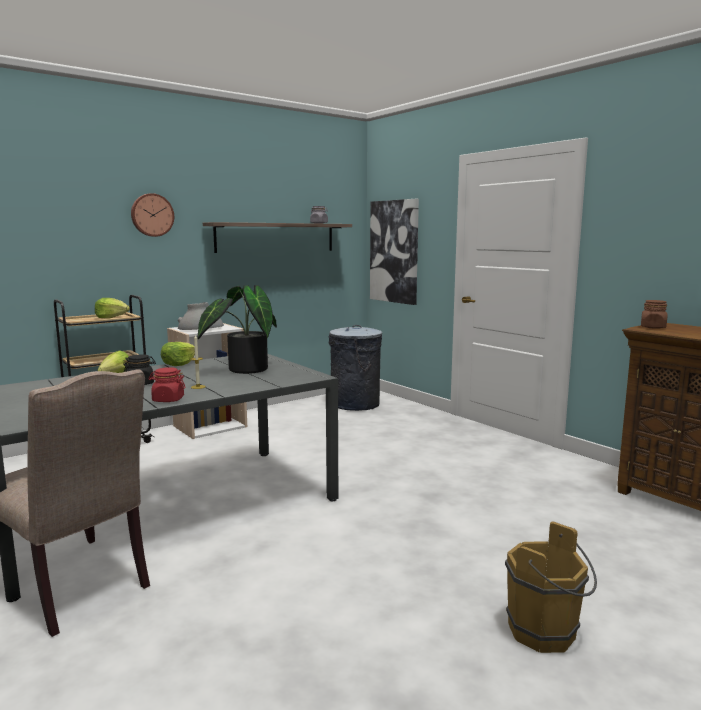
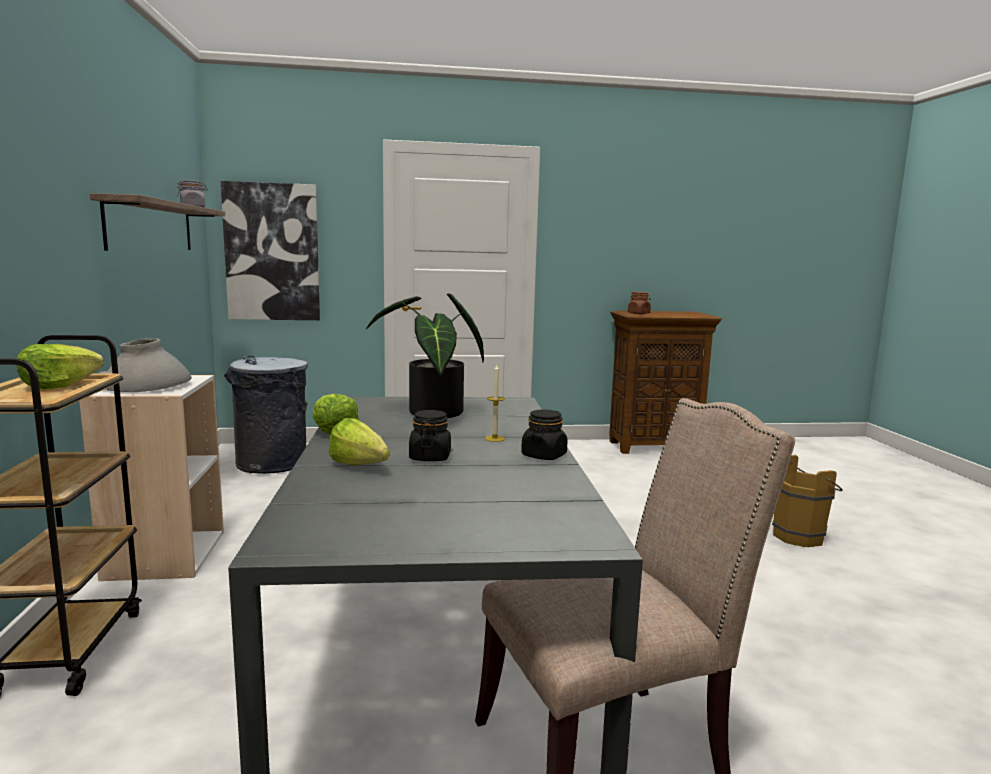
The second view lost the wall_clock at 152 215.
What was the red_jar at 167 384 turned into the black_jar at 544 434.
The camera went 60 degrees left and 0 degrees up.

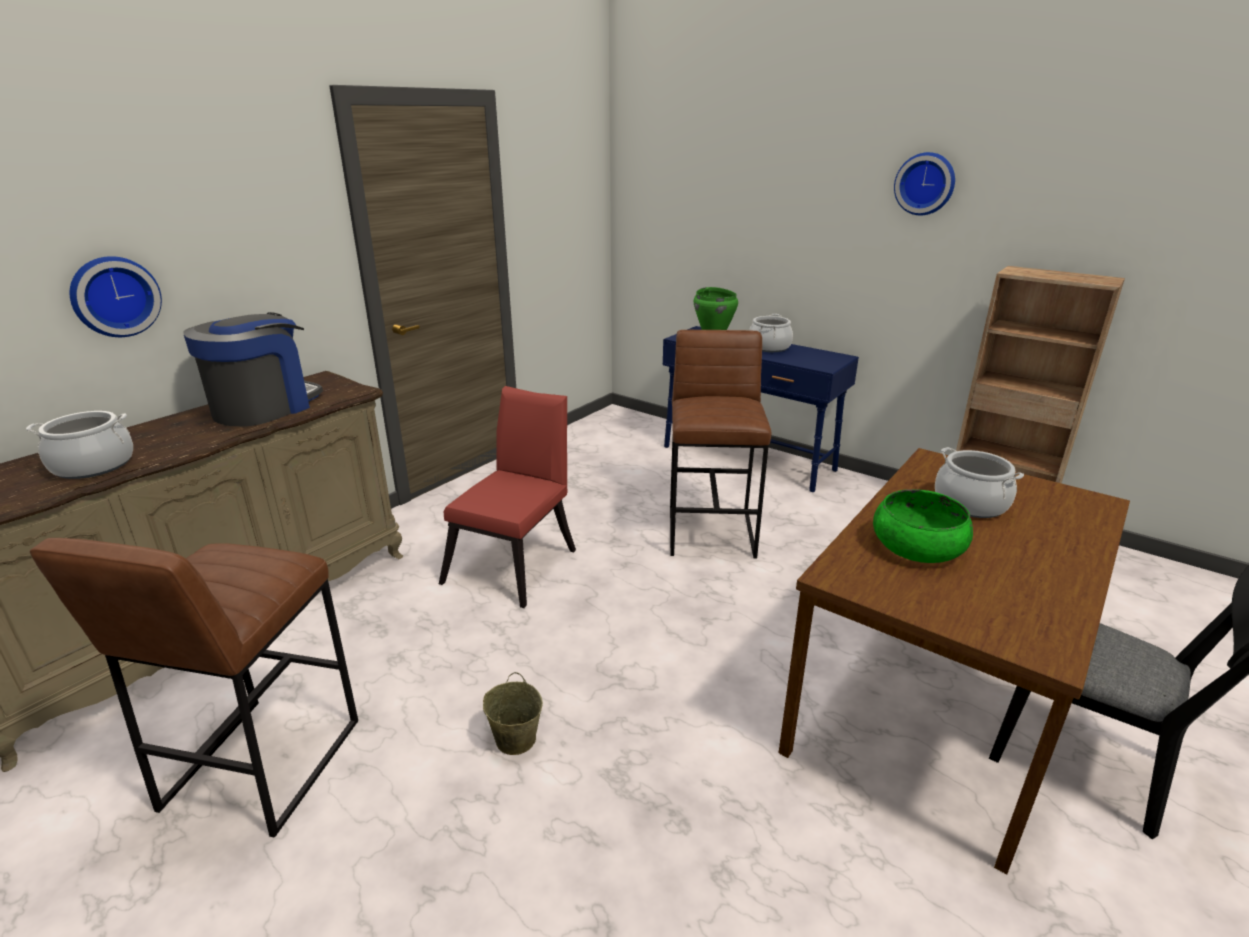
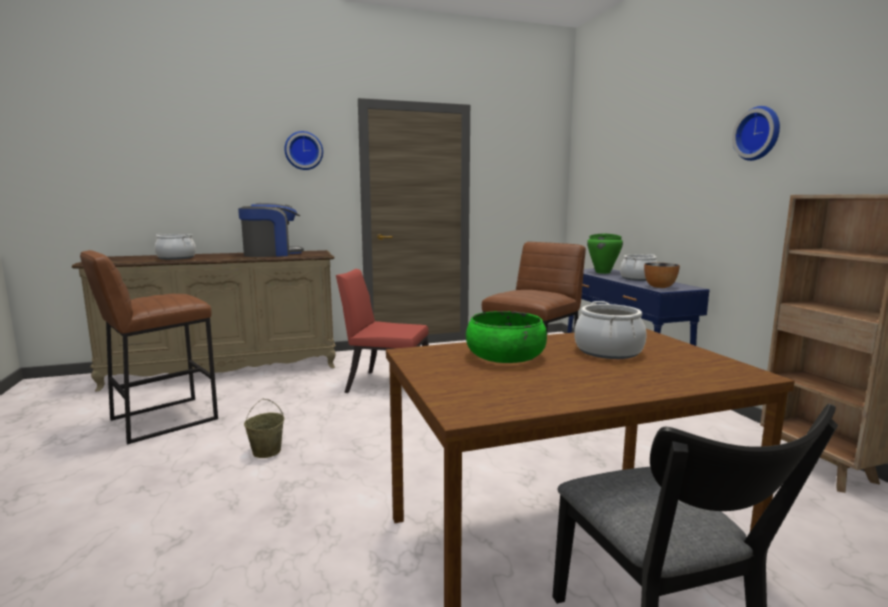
The second view gained the bowl at 662 275.
The wall_clock ended up elsewhere, having gone from 116 296 to 303 150.
The red_chair at 507 497 ended up facing another way, 135 degrees counterclockwise from before.
The camera went 35 degrees right and 15 degrees down.

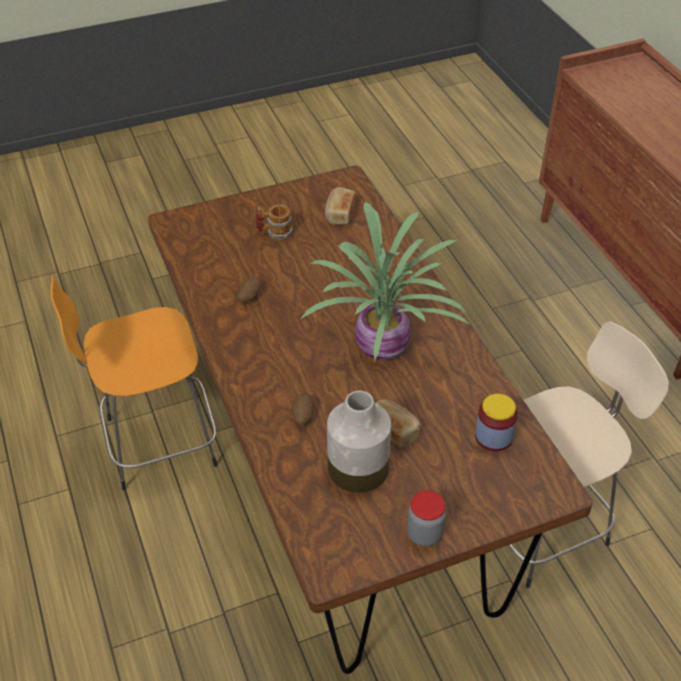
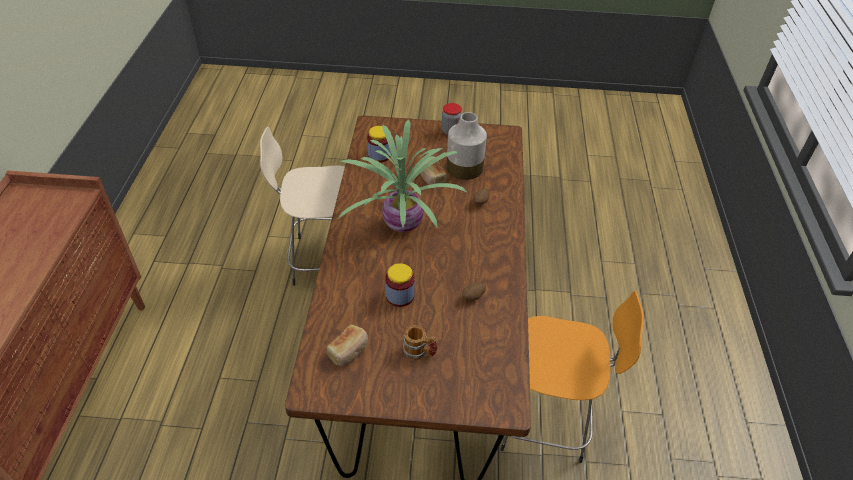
The second view gained the jar at 400 285.
The camera went 155 degrees left and 0 degrees up.

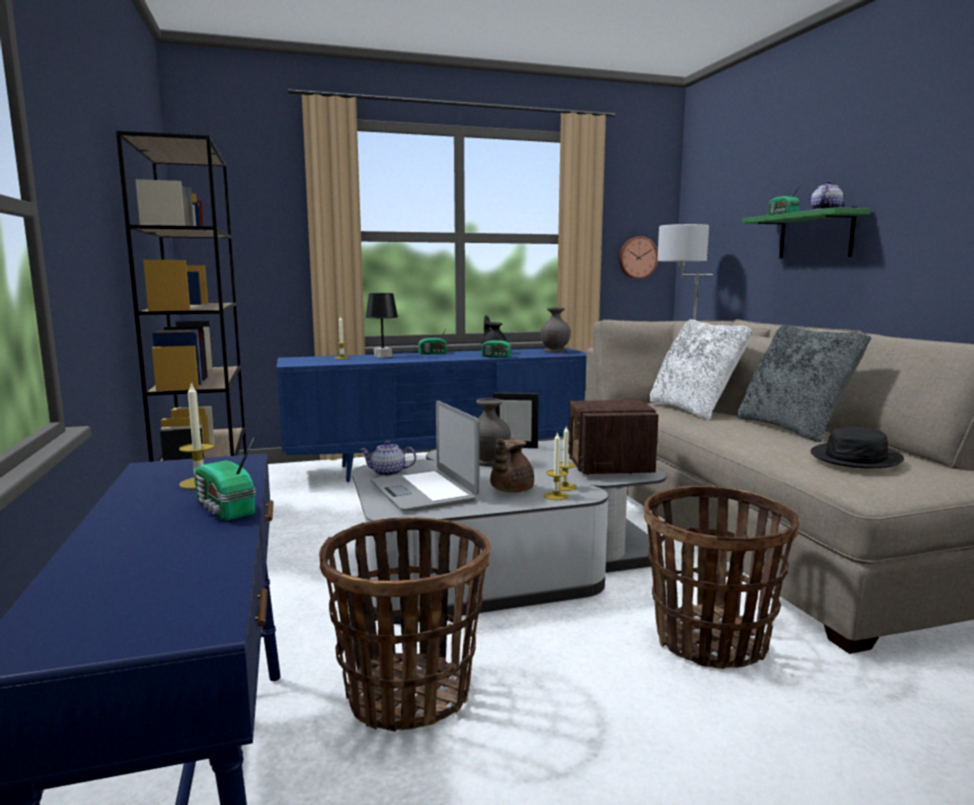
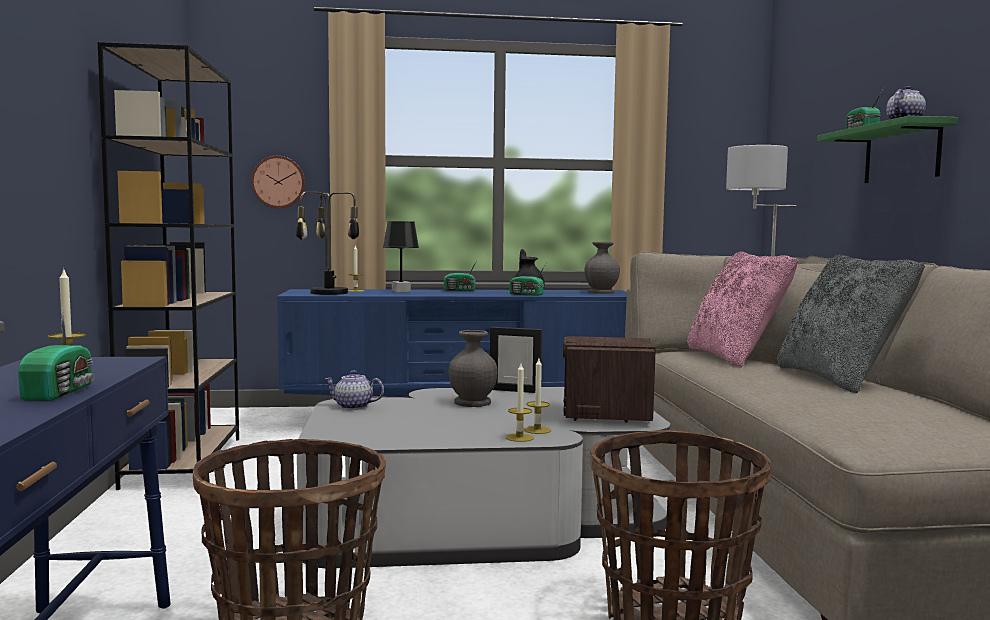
The second view lost the laptop at 424 456.
The second view lost the brown_teapot at 512 466.
The second view lost the black_hat at 857 447.
The second view gained the table_lamp at 327 243.
The wall_clock ended up elsewhere, having gone from 638 257 to 278 182.
What was the white_pillow at 701 369 turned into the pink_pillow at 742 309.
The radio at 225 479 ended up facing another way, 150 degrees counterclockwise from before.
The camera went 10 degrees right and 5 degrees down.

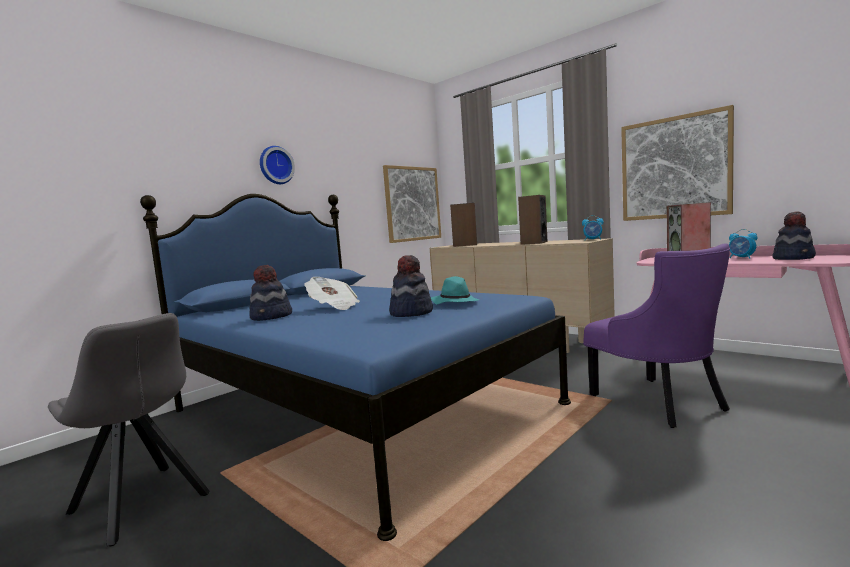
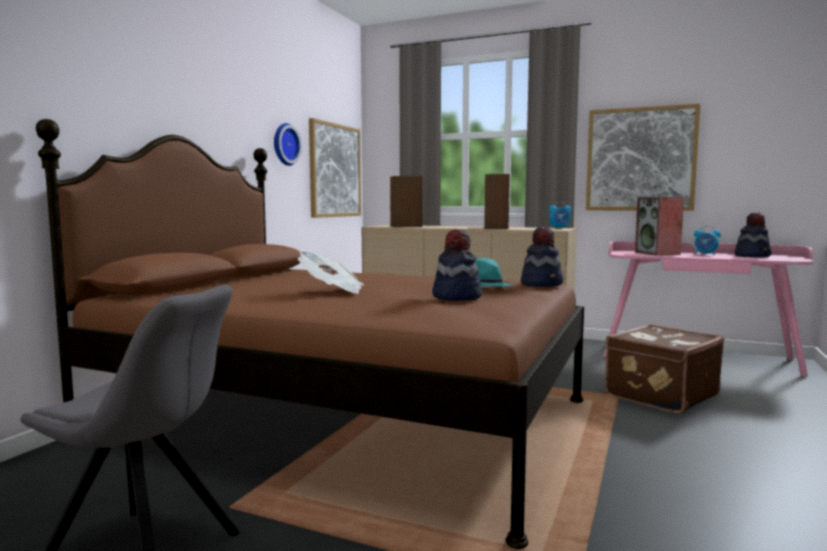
The hat ended up elsewhere, having gone from 270 293 to 542 256.
The wall_clock ended up elsewhere, having gone from 277 165 to 288 144.
Where the purple_chair stood at 656 335, the brown_suitcase came to stand at 664 369.
What was the blue_bed at 355 367 turned into the brown_bed at 310 334.
The camera went 20 degrees left and 0 degrees up.

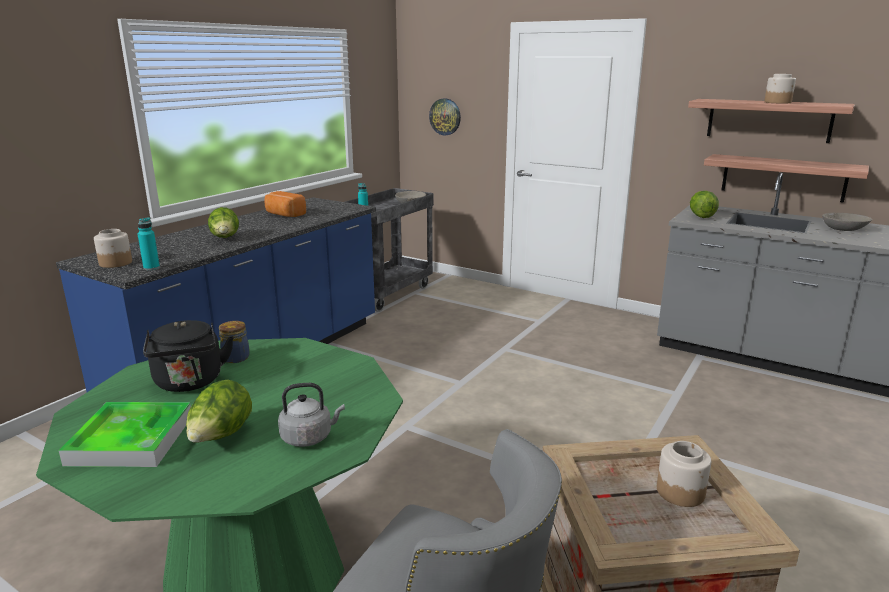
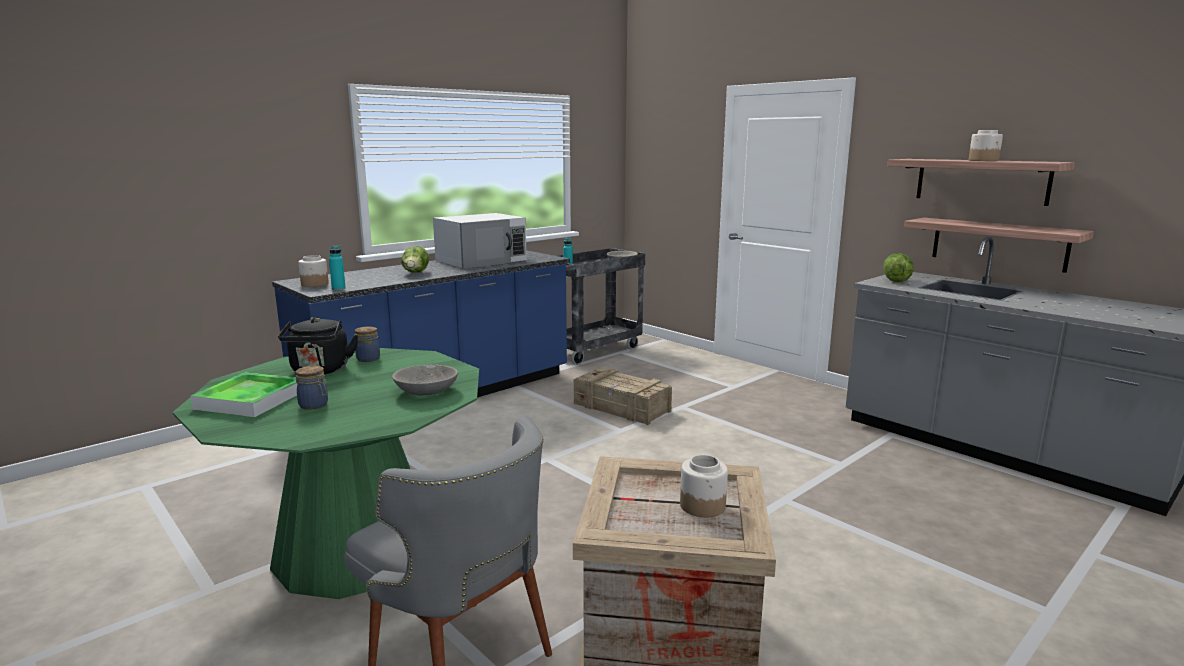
The second view lost the grey_kettle at 311 415.
The second view lost the wall_clock at 445 117.
The second view gained the crate at 623 396.
The grey_bowl ended up elsewhere, having gone from 847 221 to 425 380.
Where the lettuce stood at 219 411, the jar came to stand at 311 388.
Where the bread stood at 285 204, the white_microwave came to stand at 480 241.
The camera went 15 degrees right and 5 degrees down.

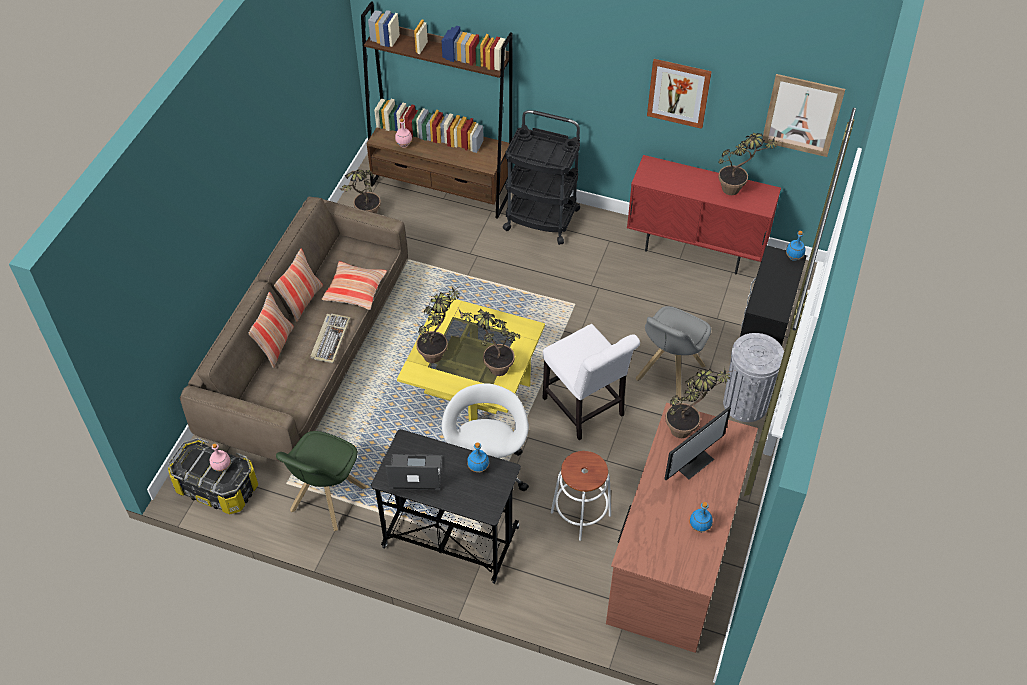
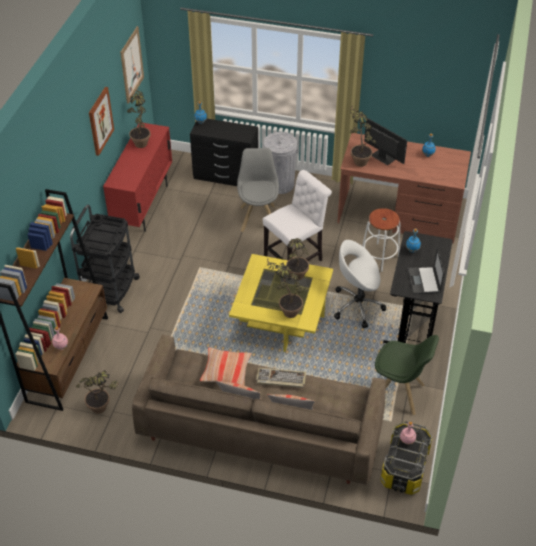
The grey_chair at 673 353 ended up facing another way, 120 degrees counterclockwise from before.
The camera went 95 degrees left and 5 degrees down.

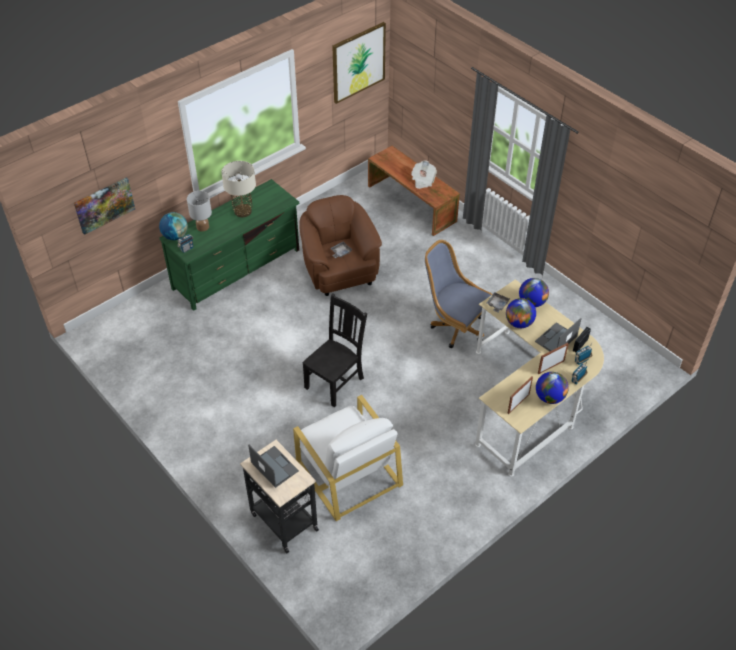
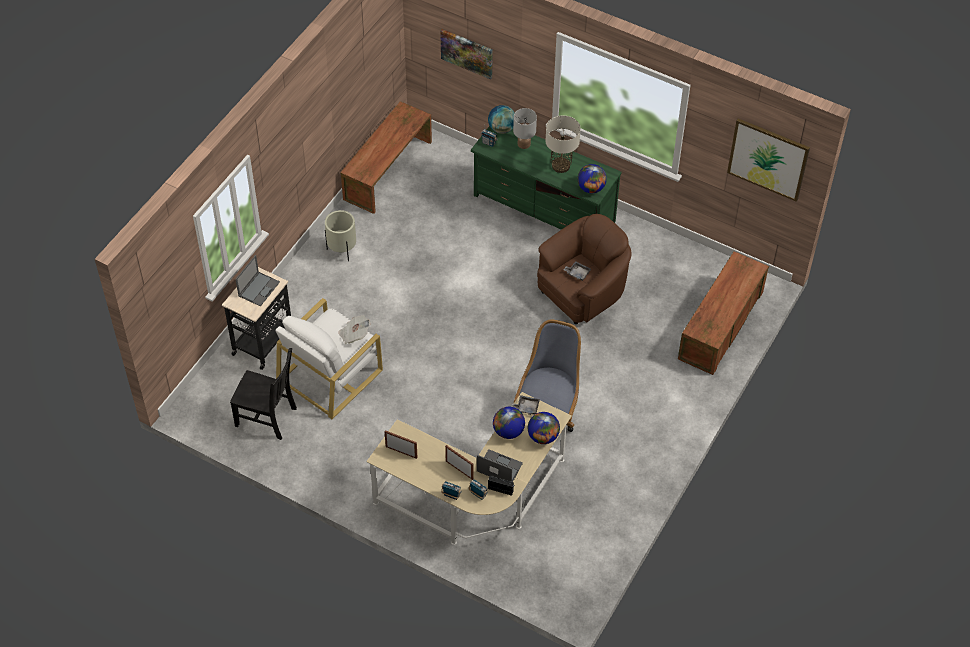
The second view gained the beige_planter at 340 235.
The second view gained the brown_bench at 386 157.
The black_chair ended up elsewhere, having gone from 334 350 to 263 394.
The newspaper ended up elsewhere, having gone from 424 174 to 354 329.
The globe ended up elsewhere, having gone from 552 388 to 592 178.
The camera went 70 degrees right and 5 degrees up.

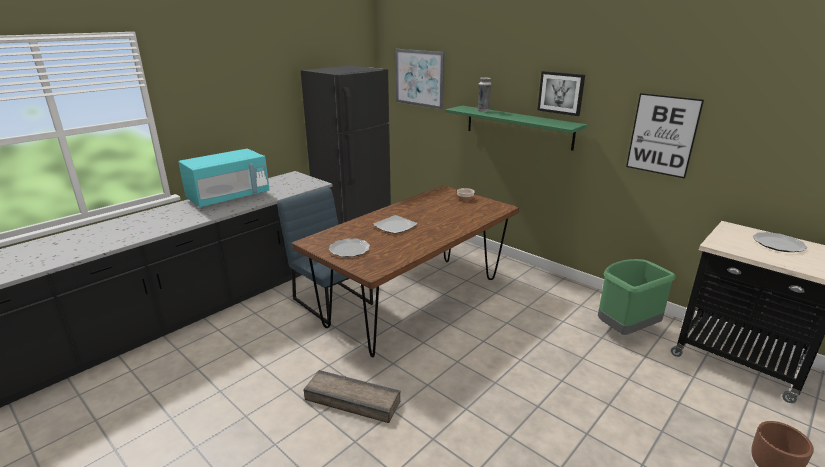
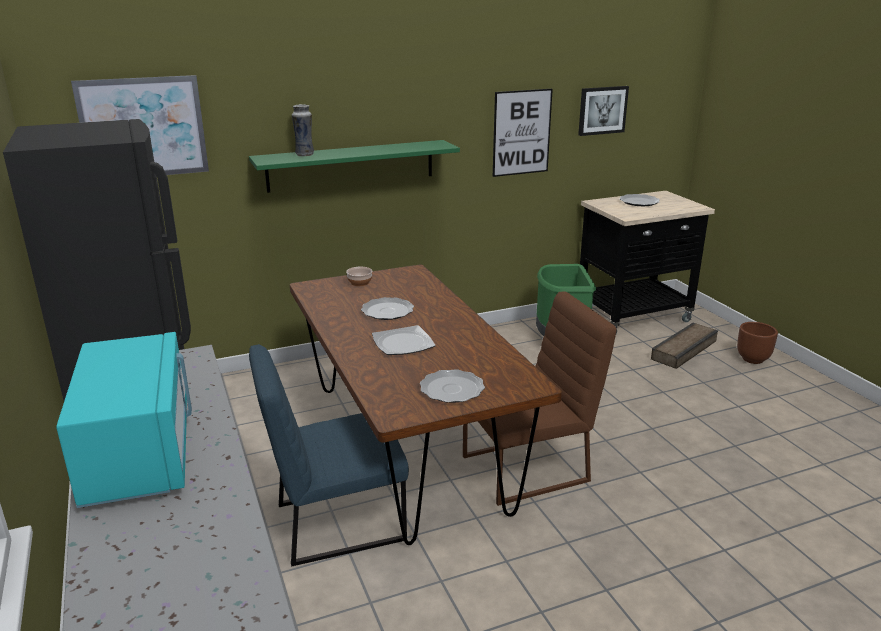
The second view gained the plate at 387 308.
The second view gained the brown_chair at 540 398.
The crate ended up elsewhere, having gone from 351 396 to 684 346.
The picture ended up elsewhere, having gone from 561 93 to 603 111.
The camera went 65 degrees left and 0 degrees up.

